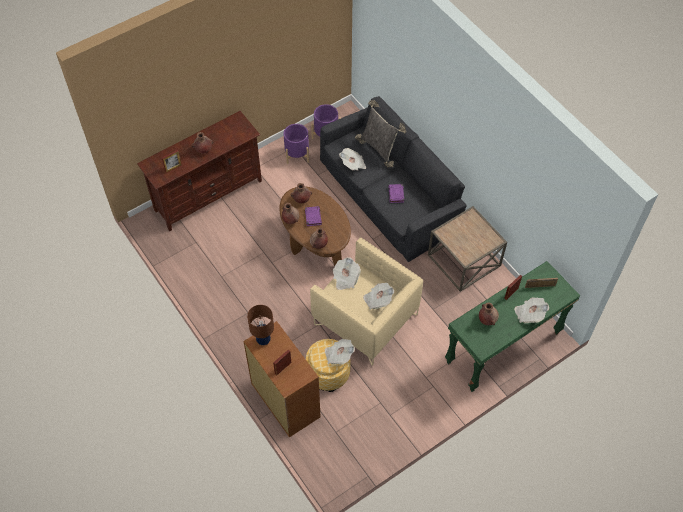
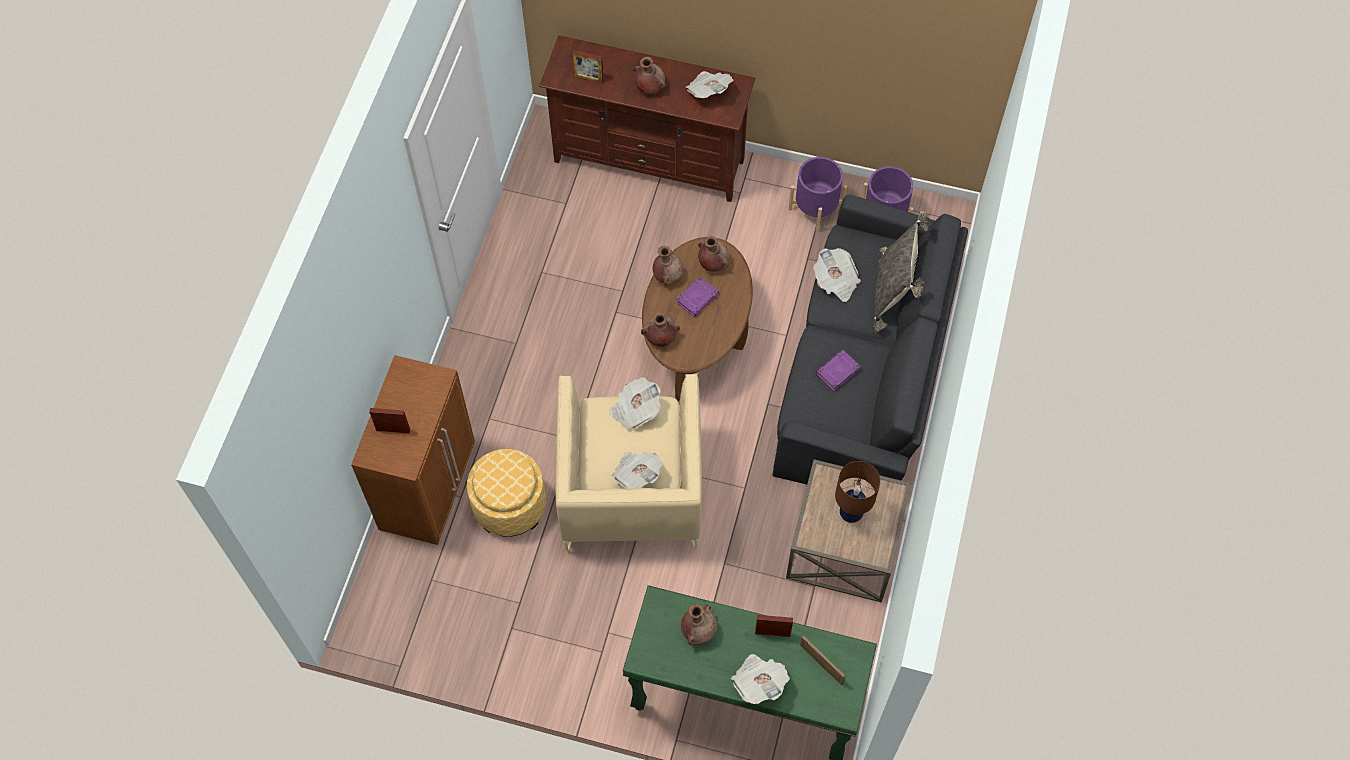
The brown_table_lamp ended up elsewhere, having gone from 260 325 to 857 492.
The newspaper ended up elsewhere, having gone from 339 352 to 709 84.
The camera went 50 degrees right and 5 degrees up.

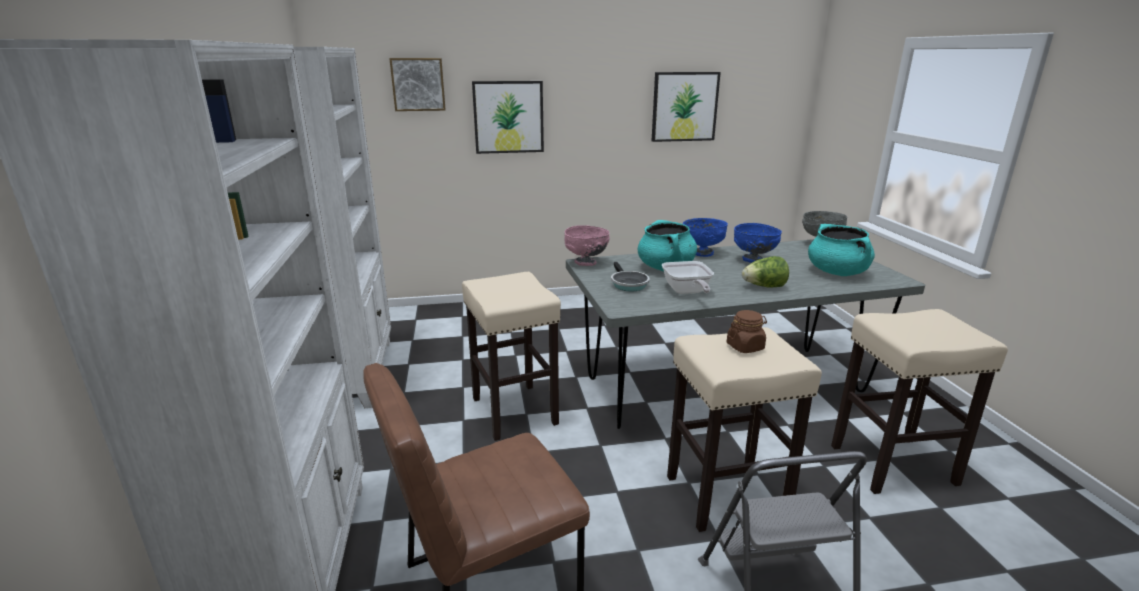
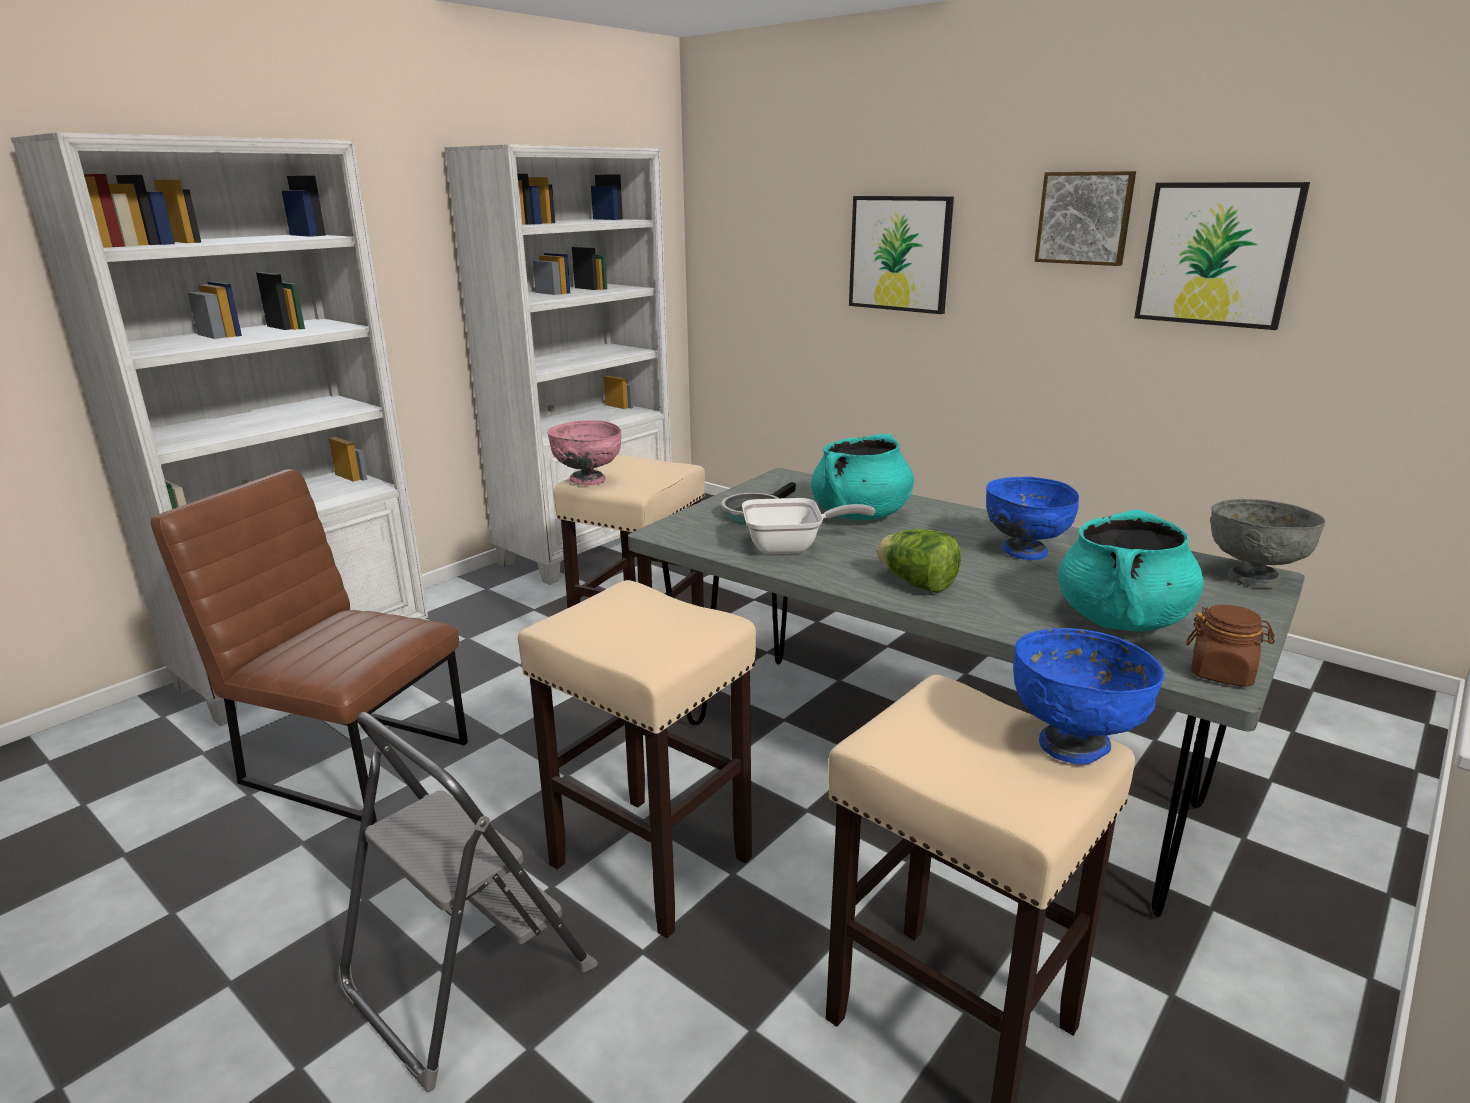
The picture ended up elsewhere, having gone from 417 84 to 1085 218.
The pink_bowl ended up elsewhere, having gone from 587 245 to 584 452.
The blue_bowl ended up elsewhere, having gone from 705 237 to 1088 696.
The brown_jar ended up elsewhere, having gone from 747 331 to 1230 645.
The frying_pan at 688 277 ended up facing another way, 135 degrees counterclockwise from before.
The camera went 50 degrees right and 0 degrees up.

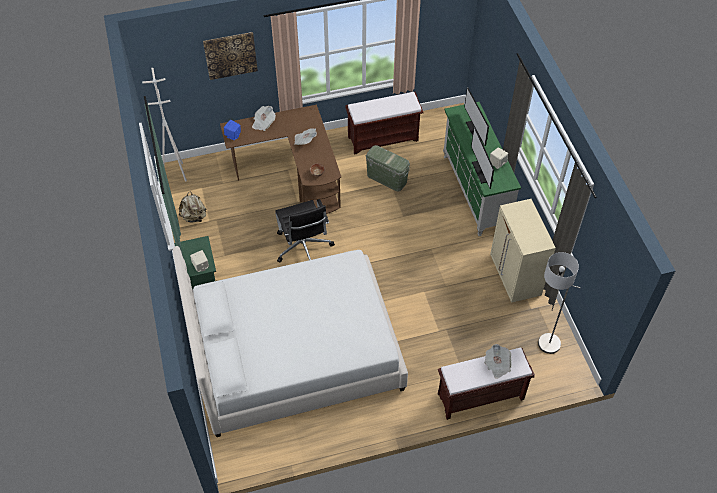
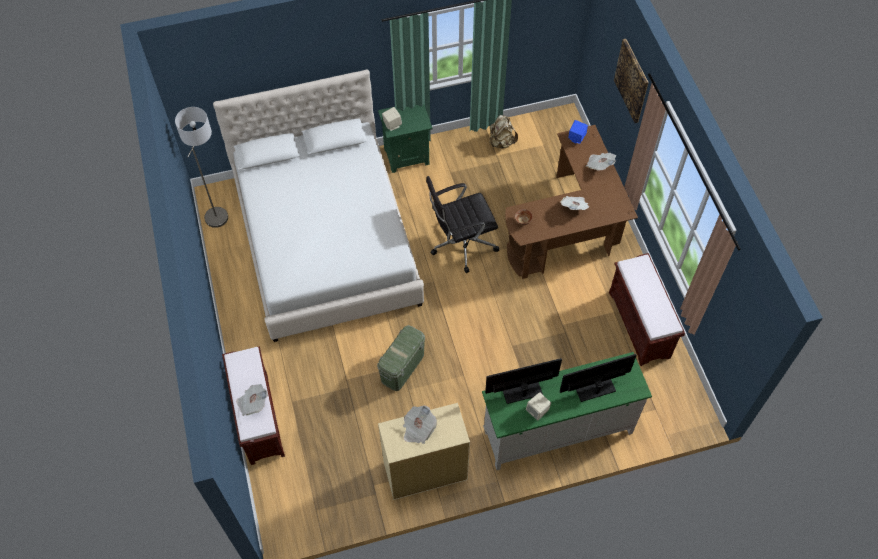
The second view lost the grey_clothes_rack at 164 125.
The second view gained the newspaper at 420 424.
The green_storage_box ended up elsewhere, having gone from 387 168 to 401 358.
The grey_floor_lamp ended up elsewhere, having gone from 559 303 to 201 167.
The camera went 90 degrees right and 5 degrees up.

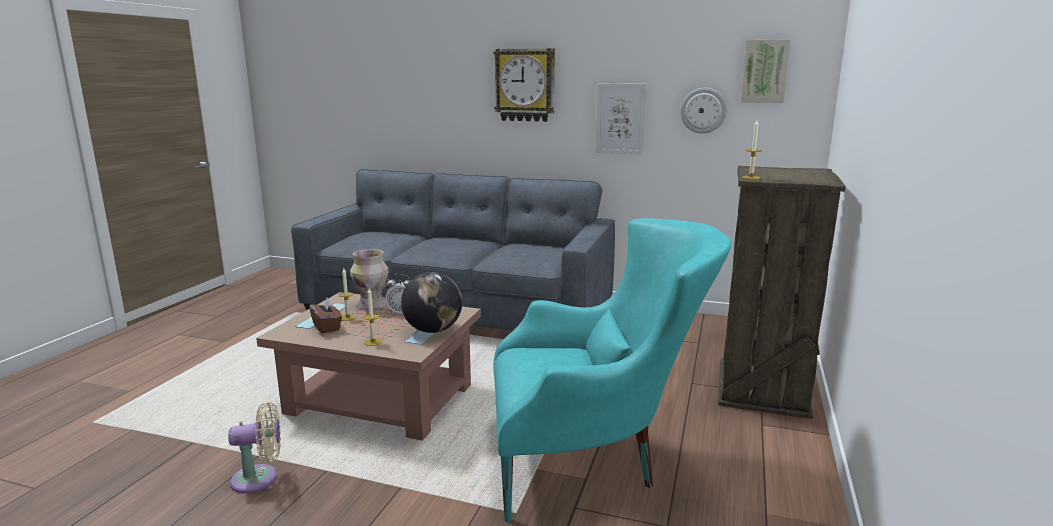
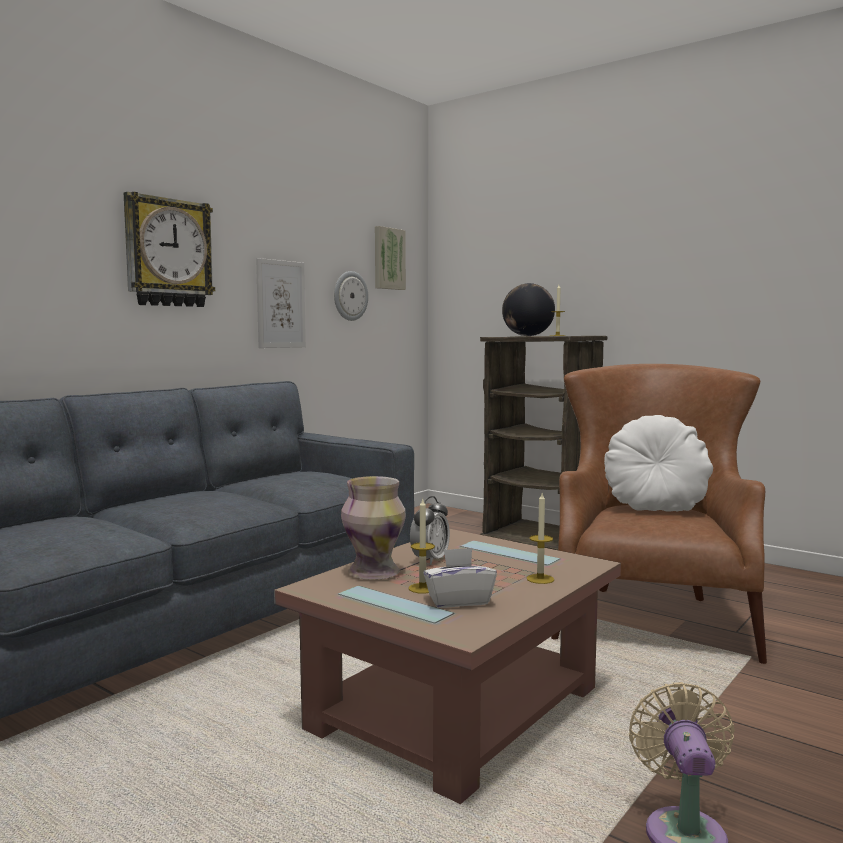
The second view gained the white_pillow at 658 463.
The globe ended up elsewhere, having gone from 431 302 to 528 309.
What was the brown_tissue_box at 325 315 turned into the white_tissue_box at 460 578.
What was the turquoise_armchair at 612 370 turned into the brown_armchair at 659 514.
The camera went 70 degrees left and 10 degrees down.

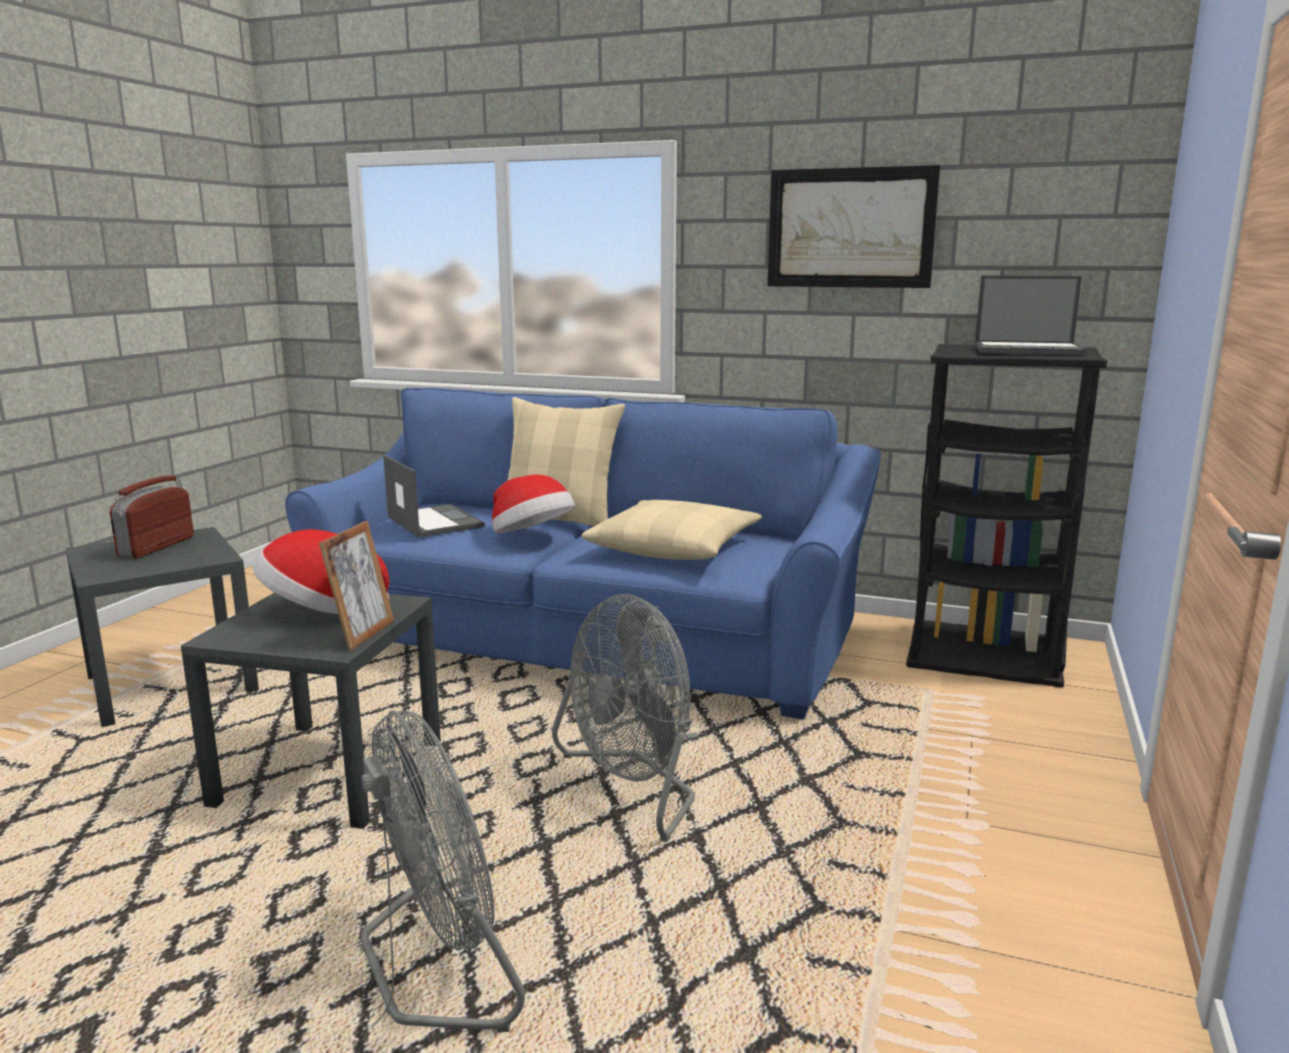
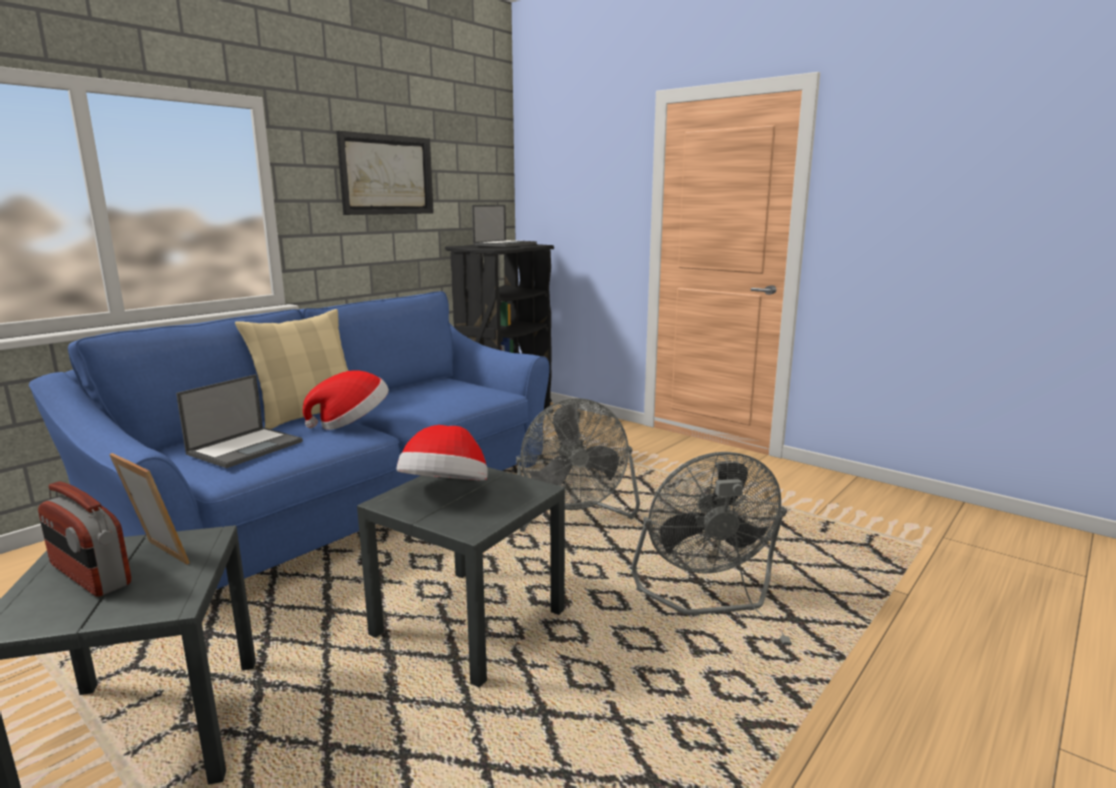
The second view lost the beige_pillow at 672 530.
The picture_frame ended up elsewhere, having gone from 356 586 to 149 509.
The laptop at 434 496 ended up facing another way, 135 degrees clockwise from before.
The camera went 70 degrees left and 0 degrees up.

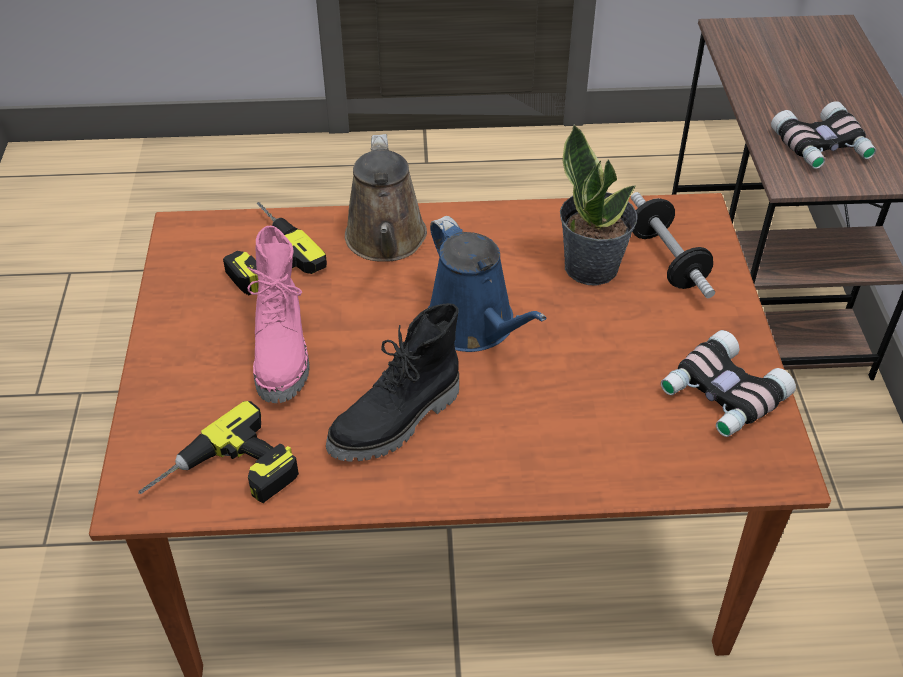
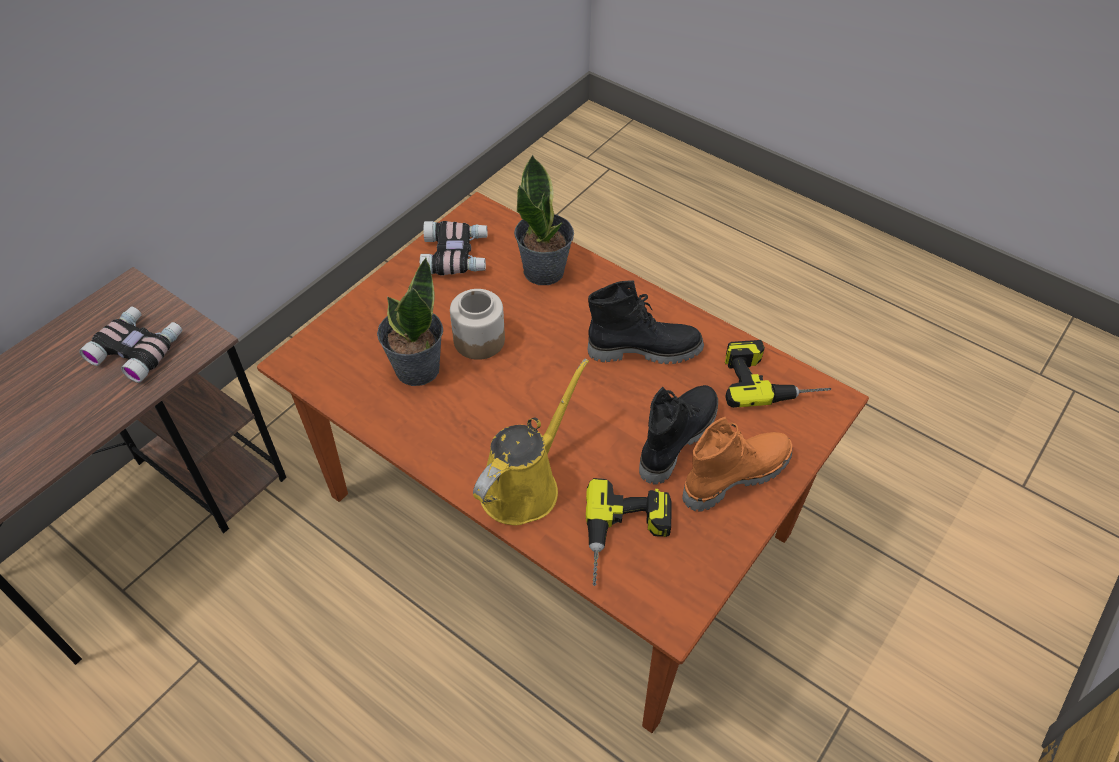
The second view lost the blue_watering_can at 487 284.
The second view lost the dumbbell at 673 245.
The second view gained the jar at 477 324.
The second view gained the potted_plant at 544 219.
The second view gained the orange_boot at 737 464.
What was the pink_boot at 278 314 turned into the black_boot at 678 435.
What was the brown_watering_can at 386 198 turned into the yellow_watering_can at 531 442.
The camera went 140 degrees left and 5 degrees up.

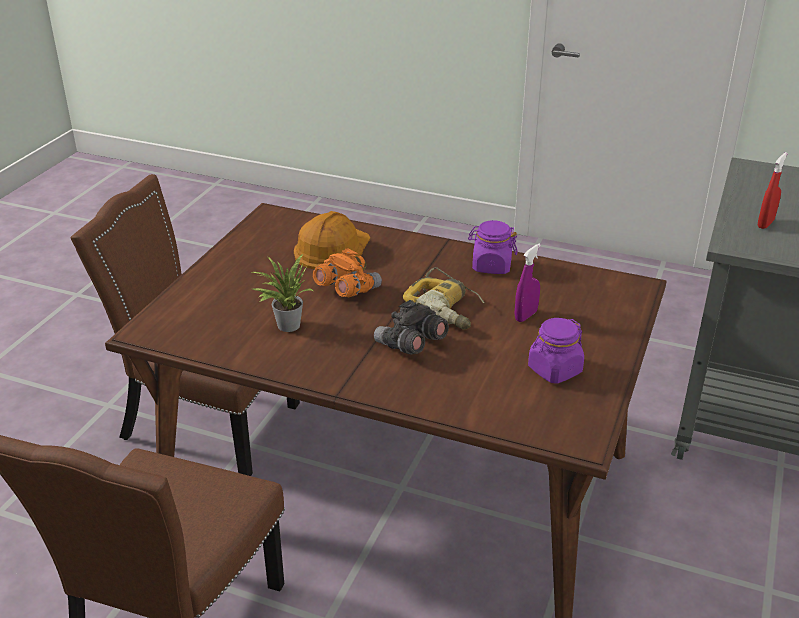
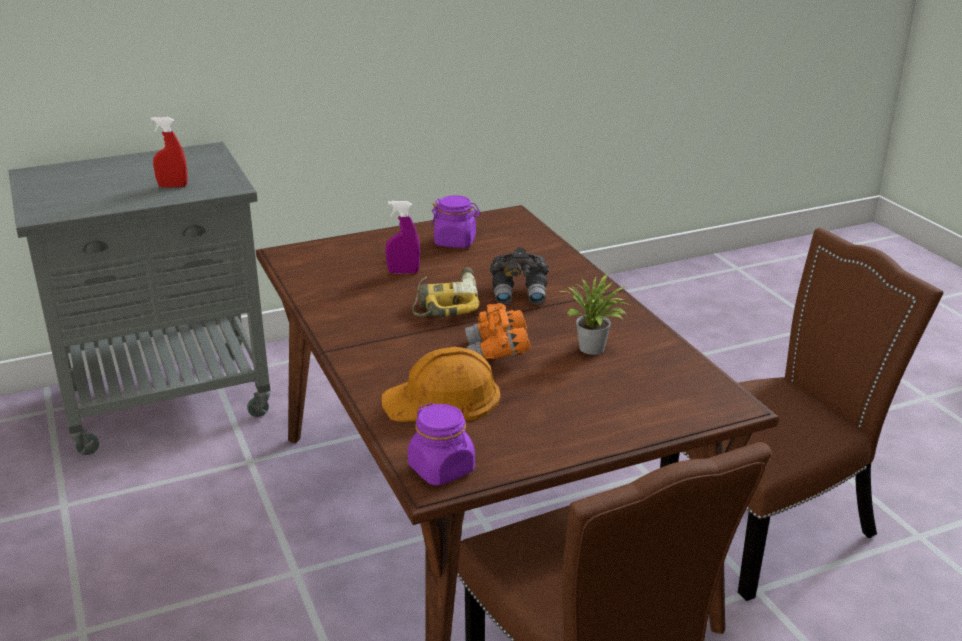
The purple_jar ended up elsewhere, having gone from 492 247 to 441 444.
The camera went 135 degrees left and 5 degrees down.

